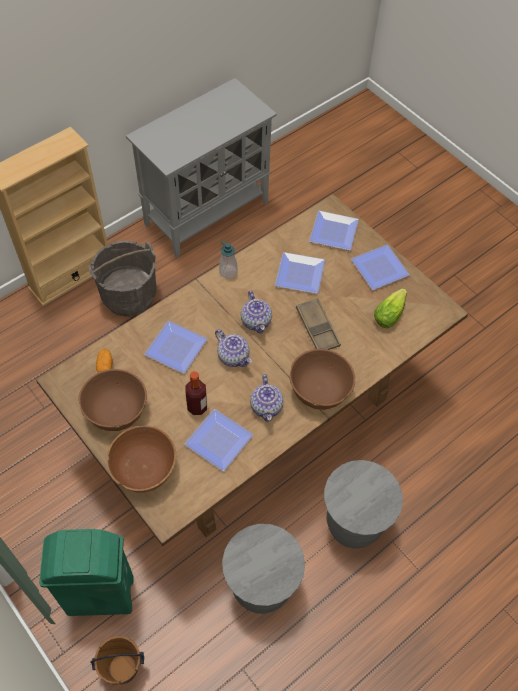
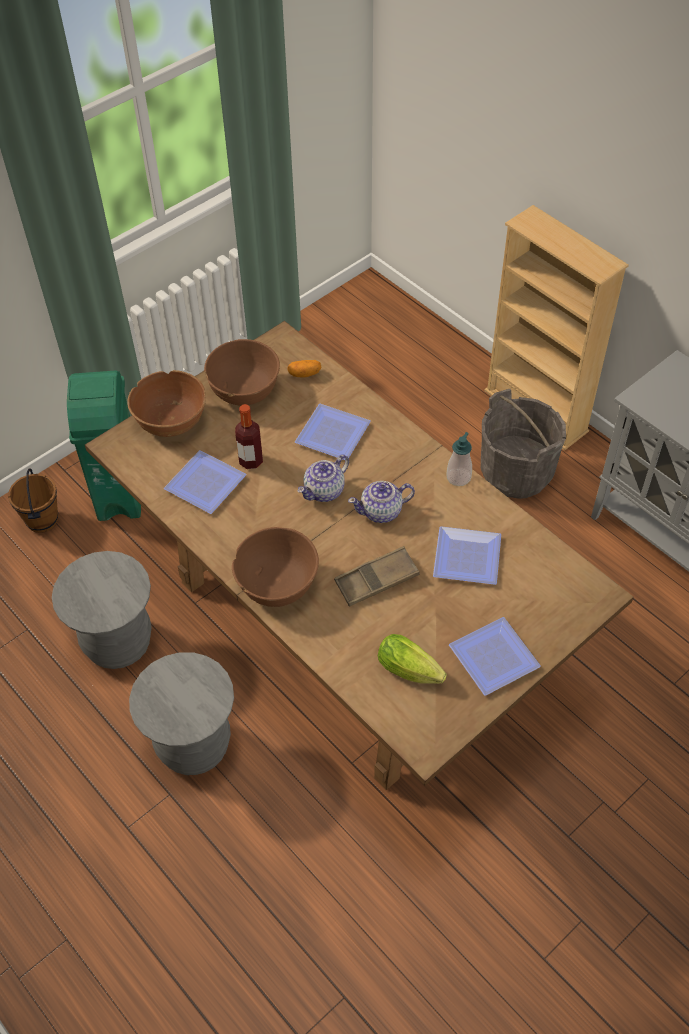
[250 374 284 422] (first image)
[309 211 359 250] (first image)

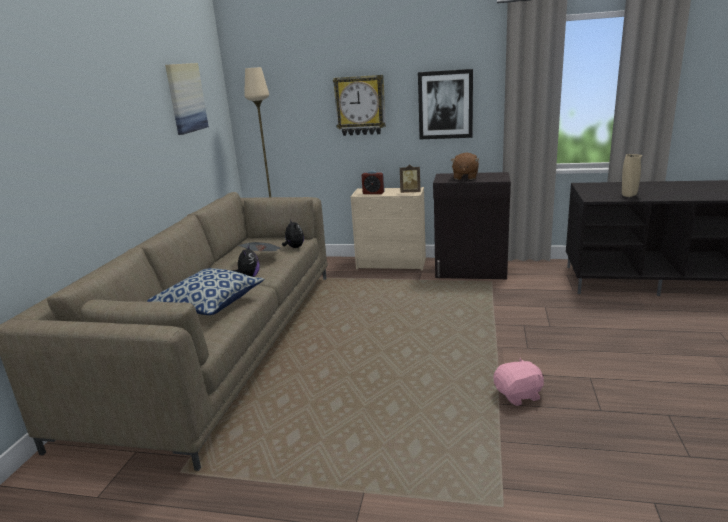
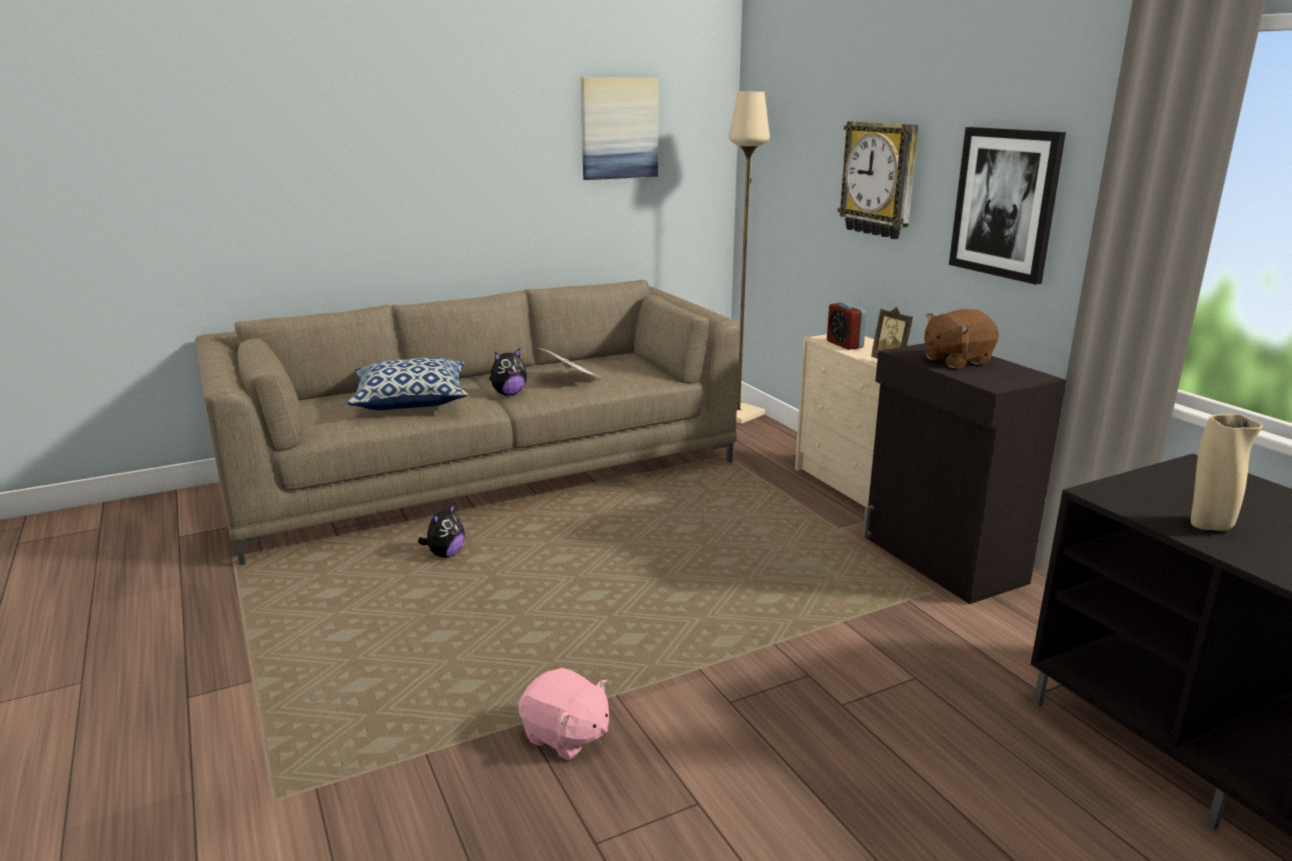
[418 503 465 557]

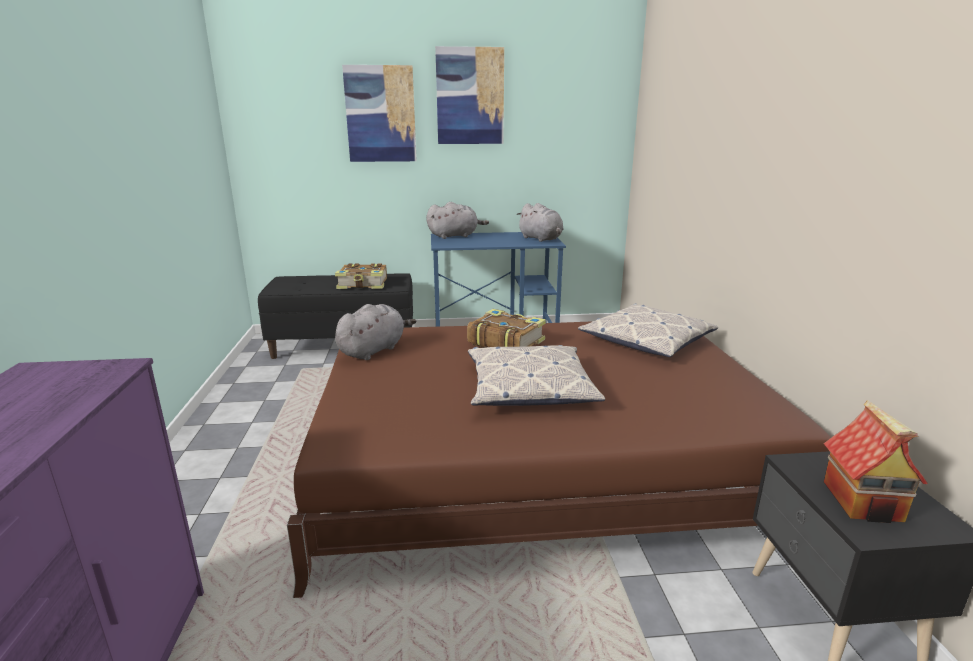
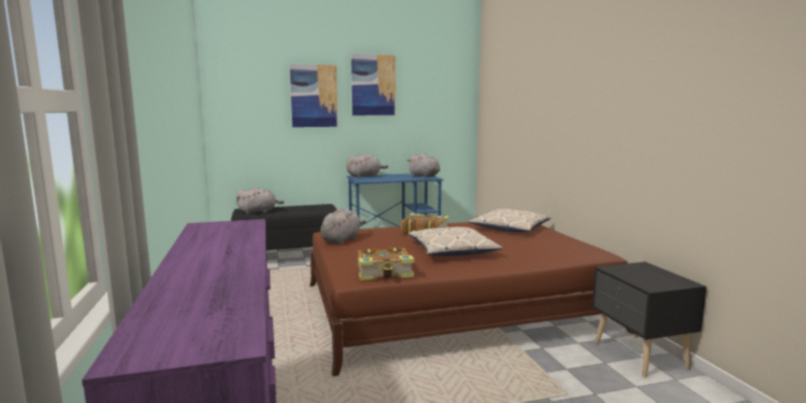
[236 187 284 214]
[357 247 414 281]
[824 400 928 523] (first image)

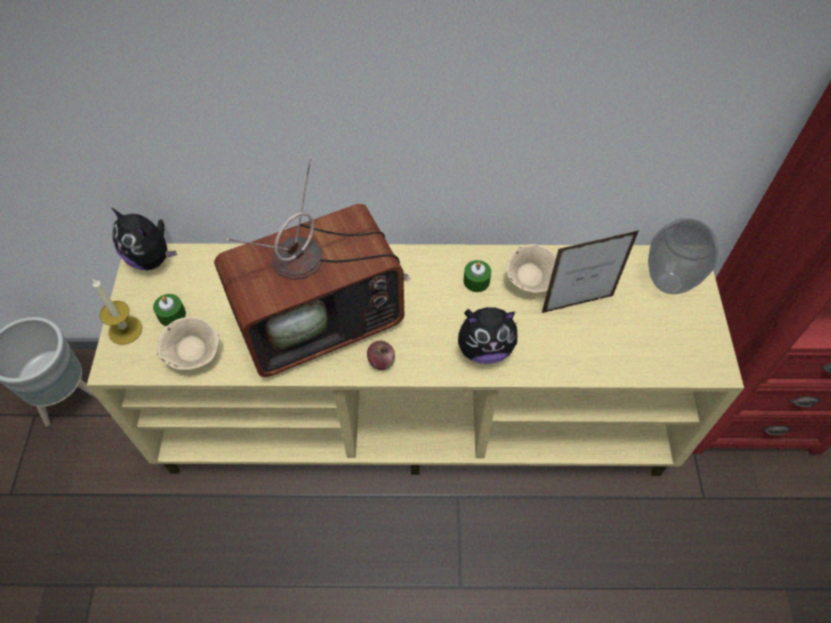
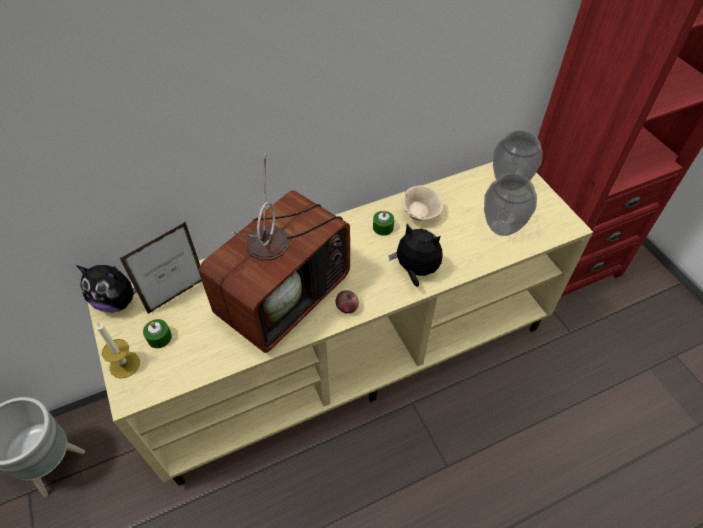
[120 222 202 314]
[389 224 443 287]
[484 174 537 236]
[157 317 220 370] (first image)

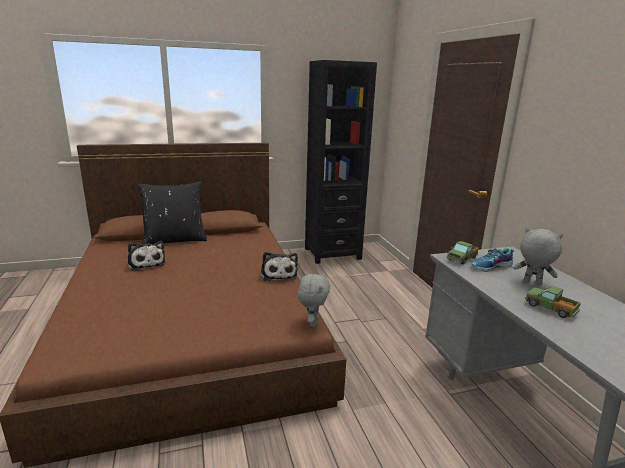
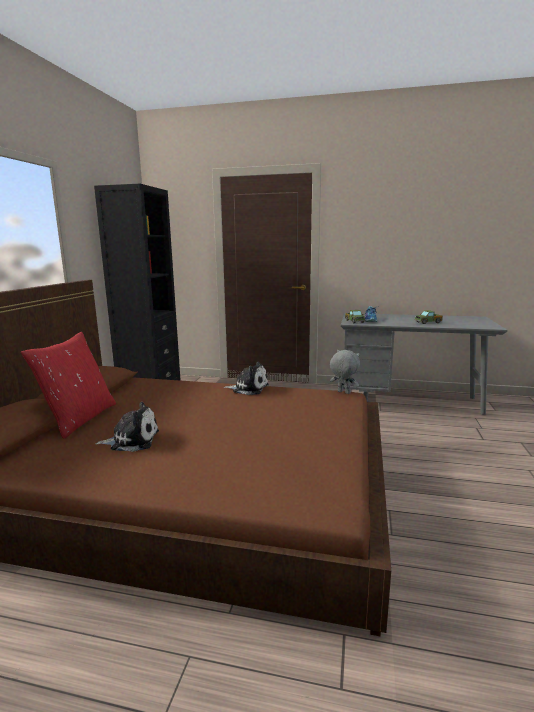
[21 332 116 439]
[513 228 563 286] (first image)

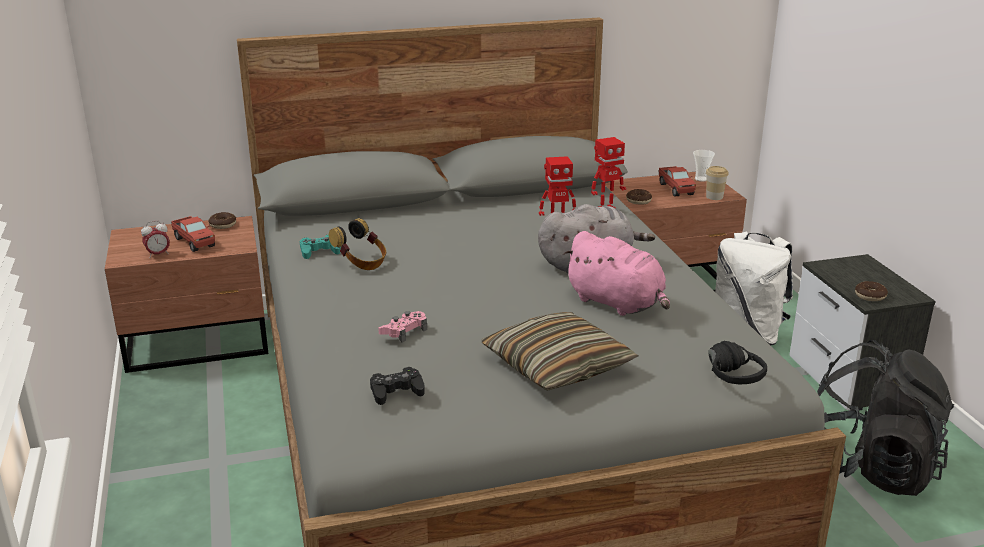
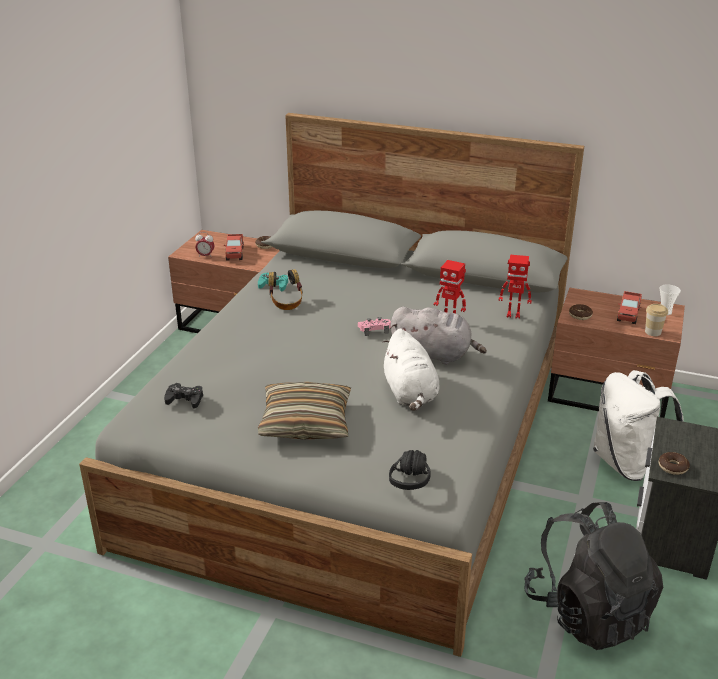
[358 317 391 336]
[382 329 439 411]

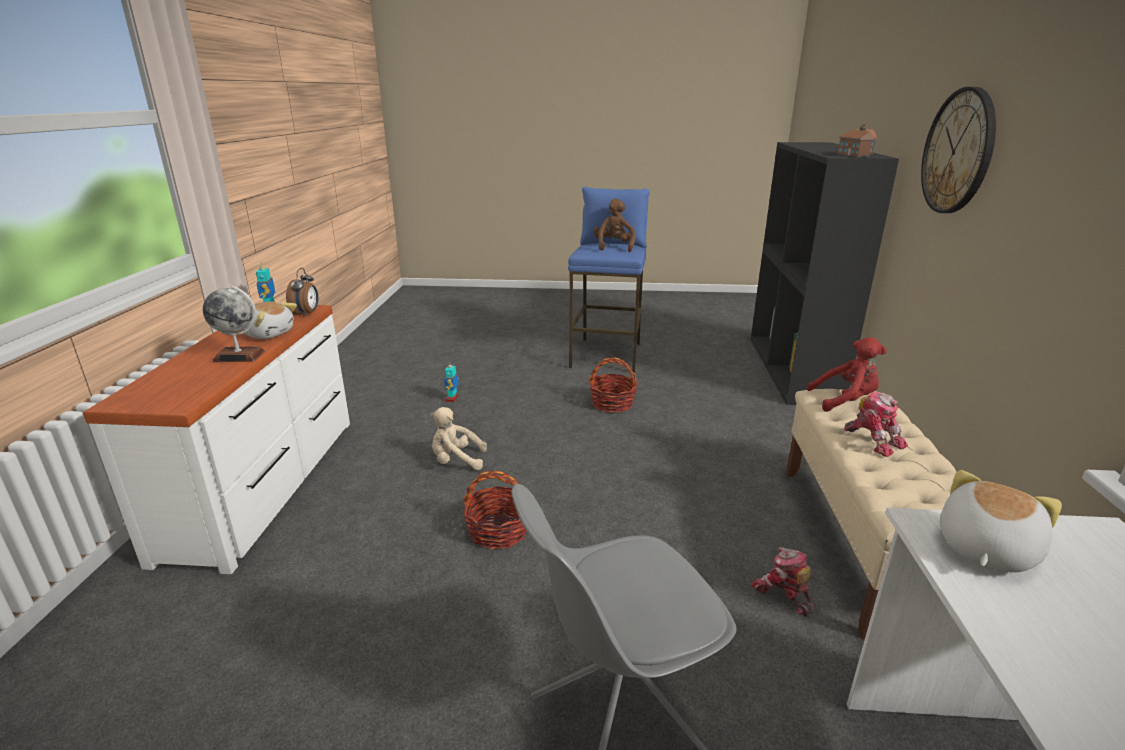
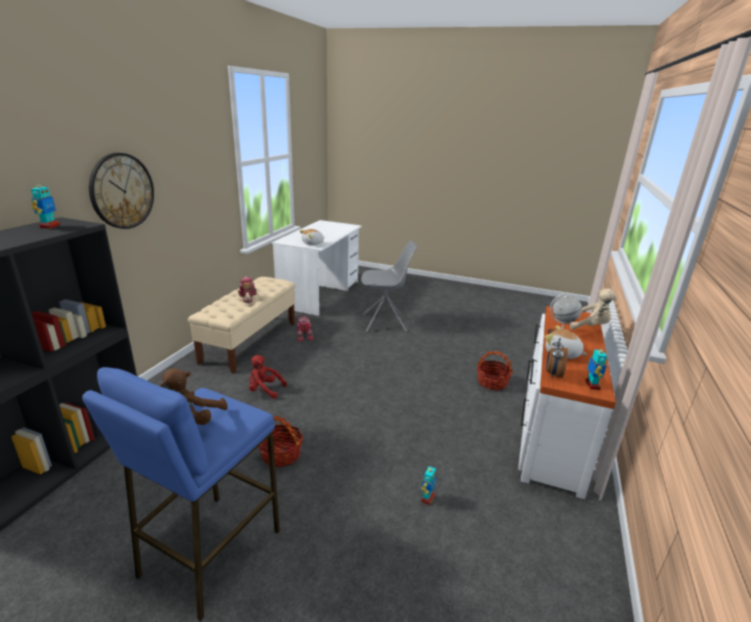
[31 180 60 229]
[249 355 287 399]
[477 351 513 391]
[570 289 617 330]

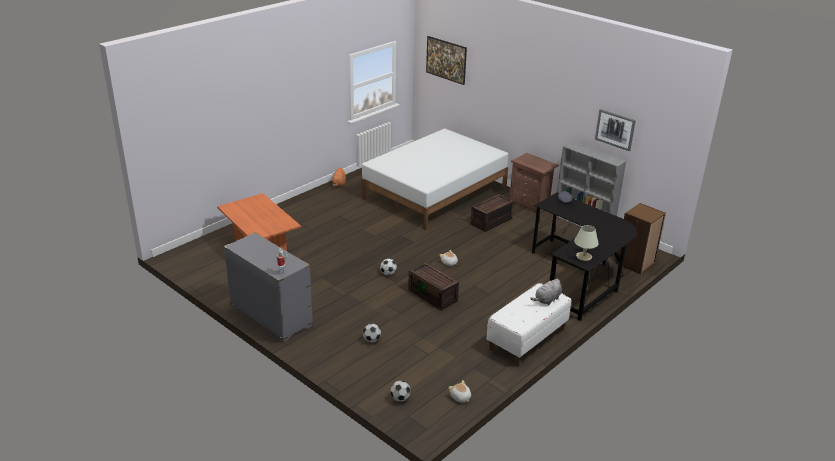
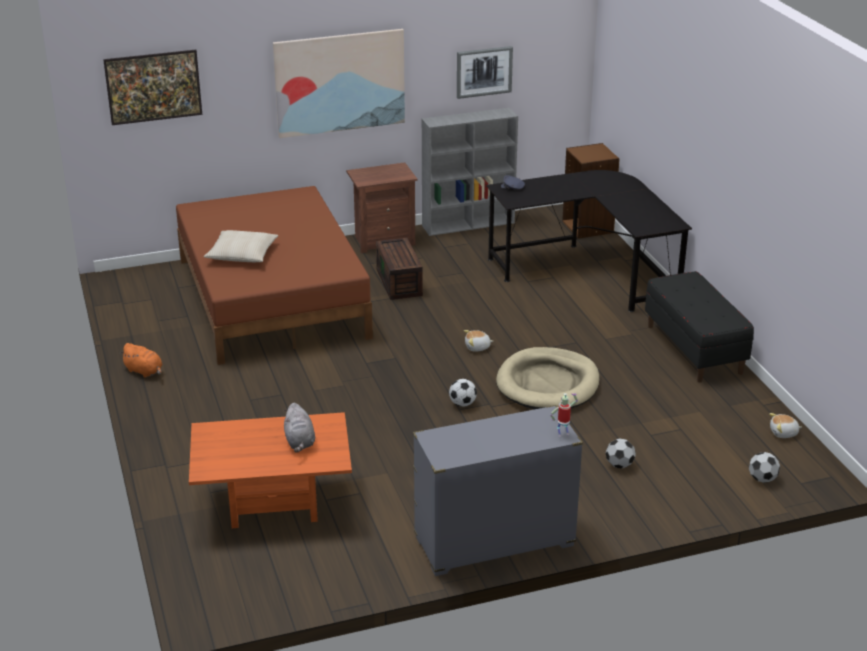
[176 186 373 365]
[204 230 278 262]
[273 29 405 138]
[284 403 315 453]
[496 347 599 409]
[645 271 754 382]
[574 225 599 261] (first image)

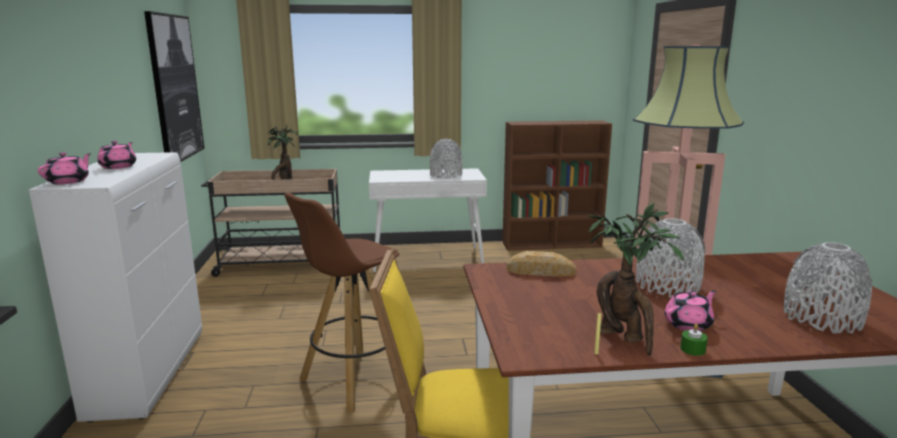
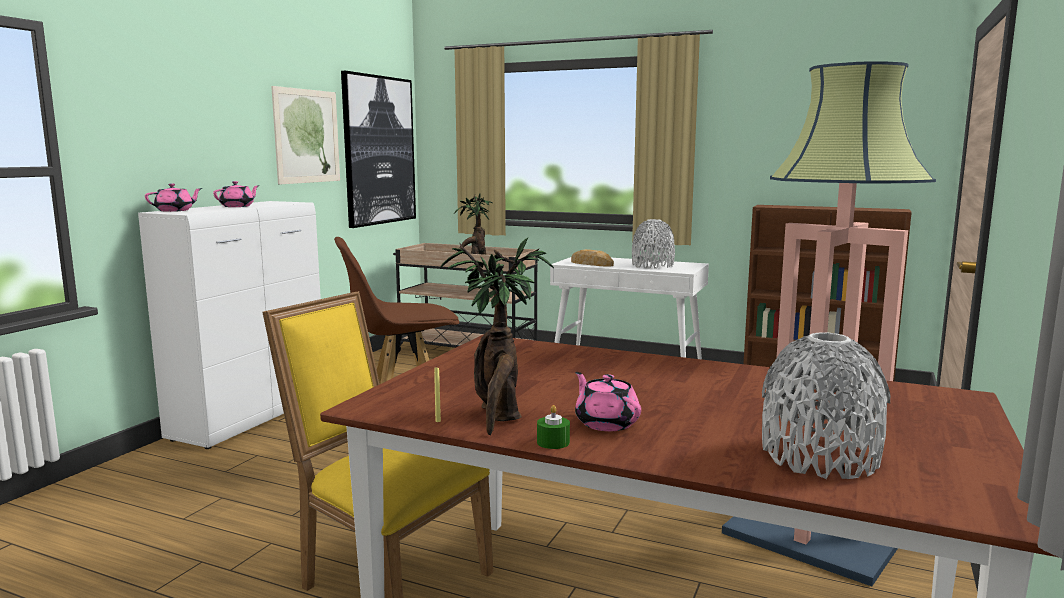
[271 86 340 185]
[571 249 614 267]
[575 372 641 431]
[636 218 705 297] (first image)

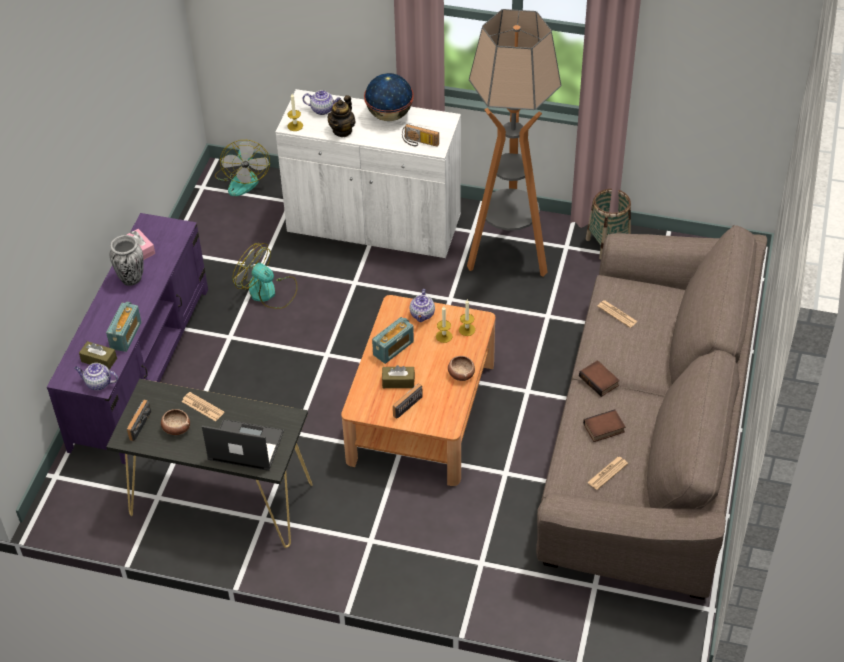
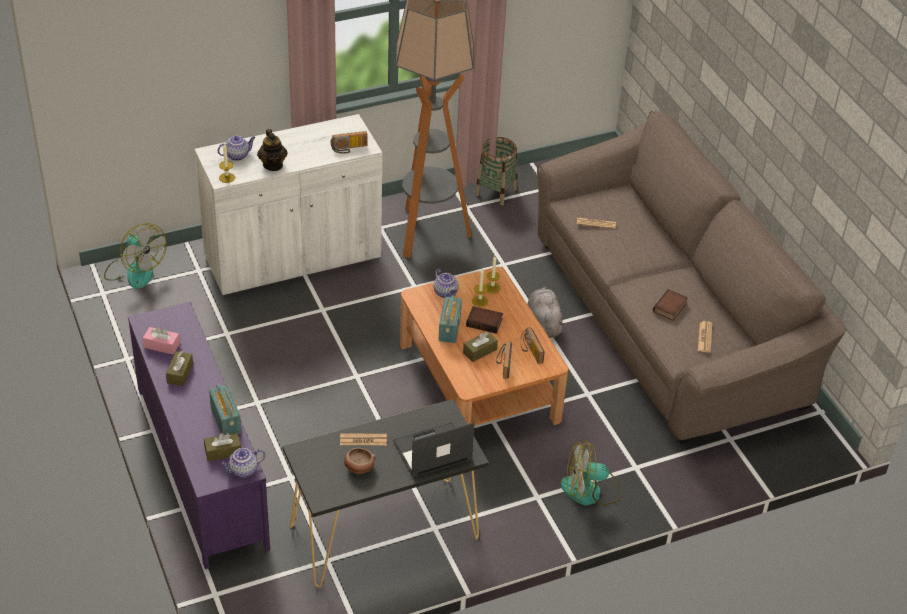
[166 351 193 386]
[466 306 503 334]
[521 327 545 364]
[527 286 564 338]
[561 440 621 506]
[364 73 414 121] (first image)
[448 356 475 381] (first image)

